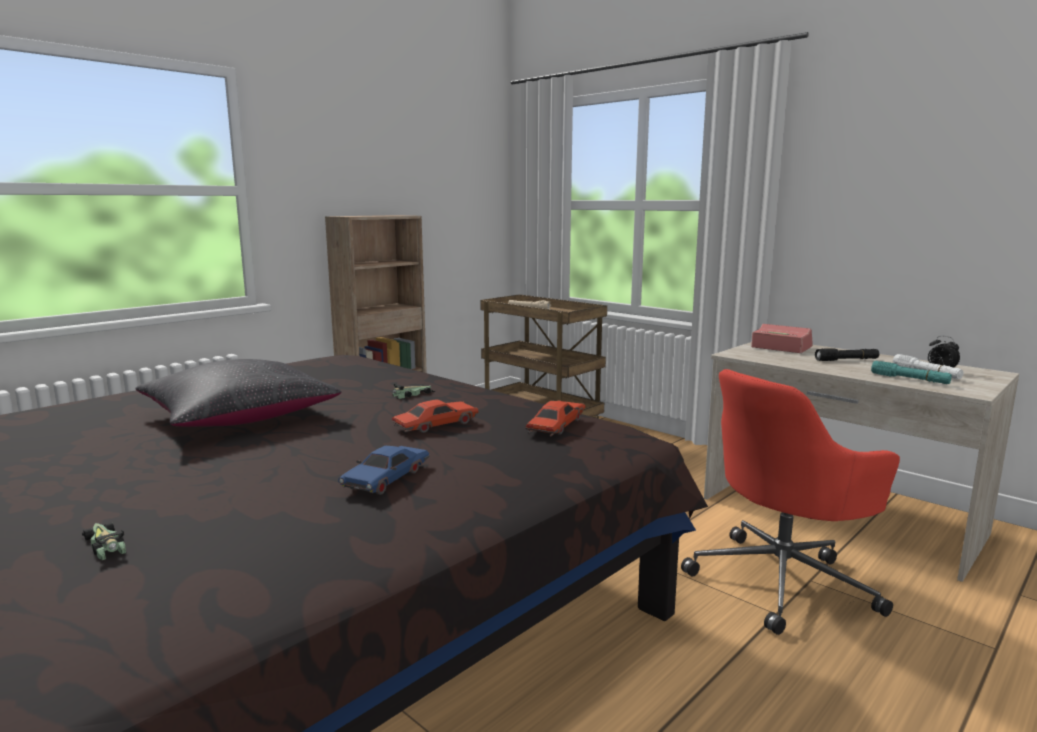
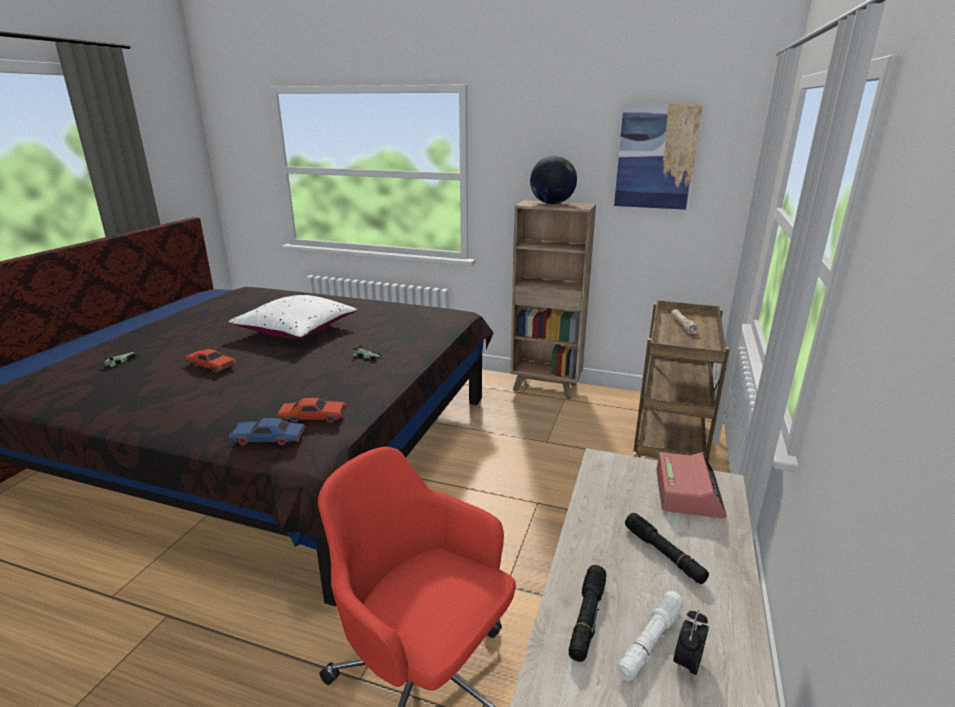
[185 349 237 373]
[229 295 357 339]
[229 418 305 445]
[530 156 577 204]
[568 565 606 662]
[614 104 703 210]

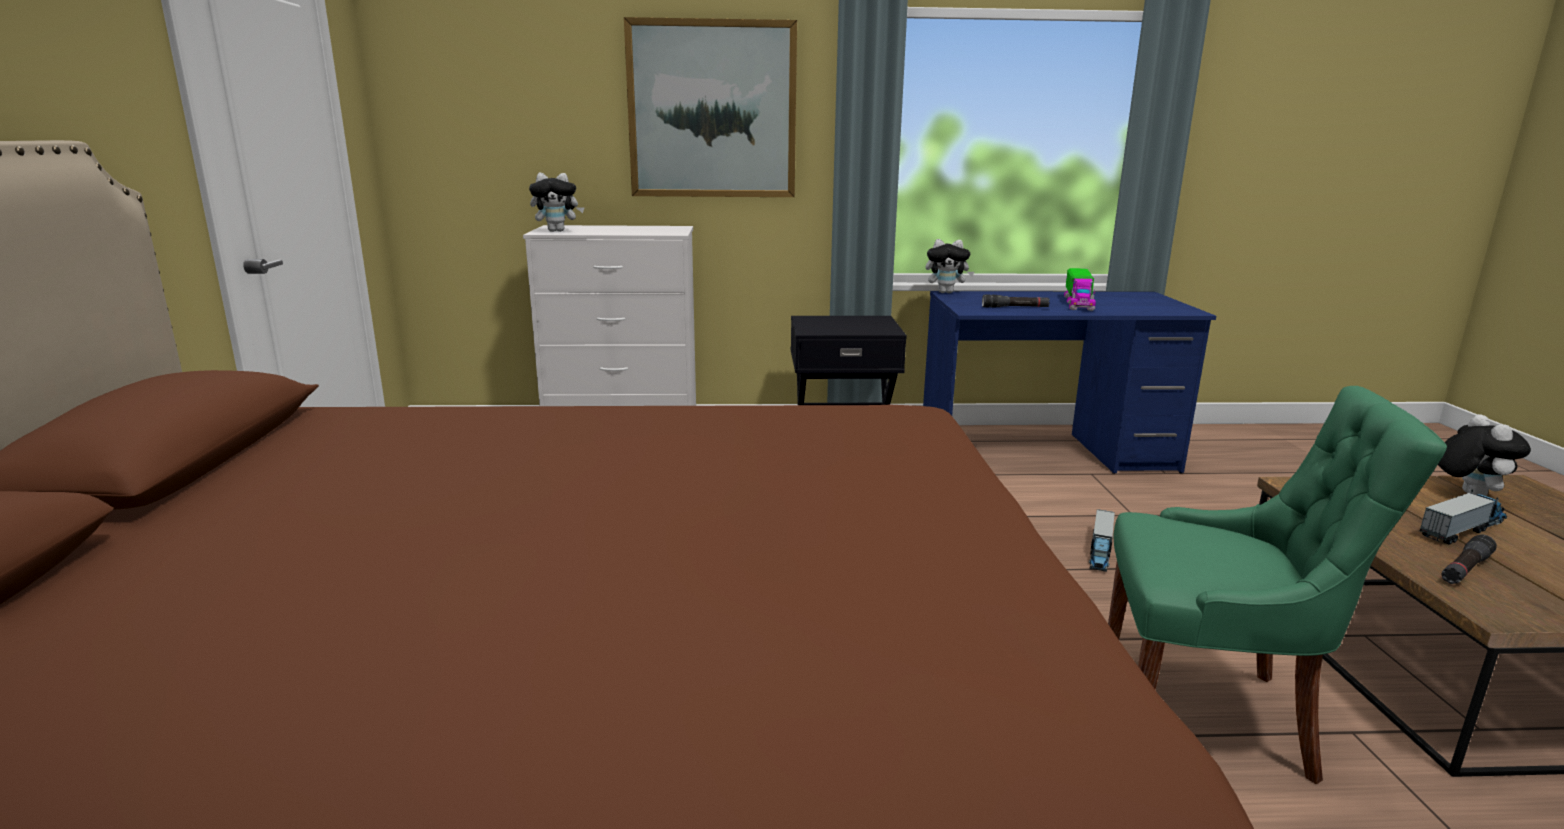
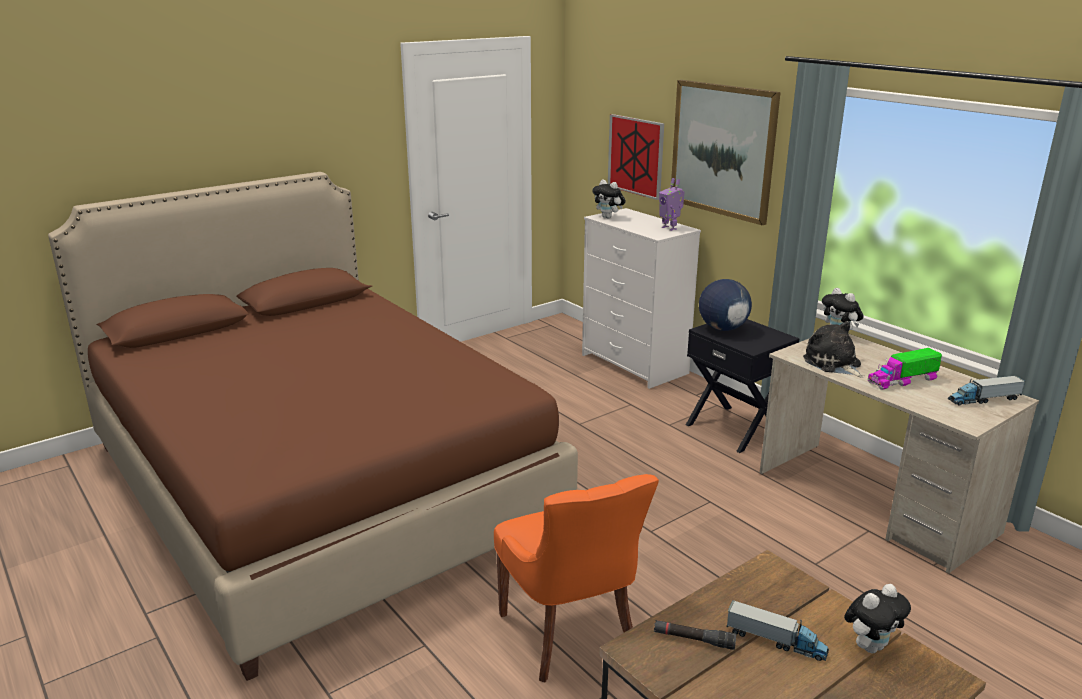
[494 474 659 683]
[608 114 664 200]
[659 178 684 231]
[699 279 752 331]
[760 333 1039 573]
[803 321 865 377]
[948 376 1026 406]

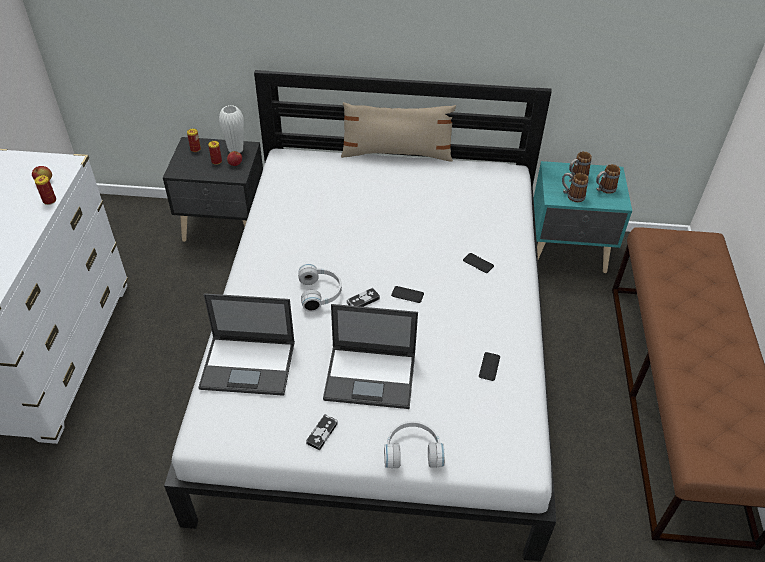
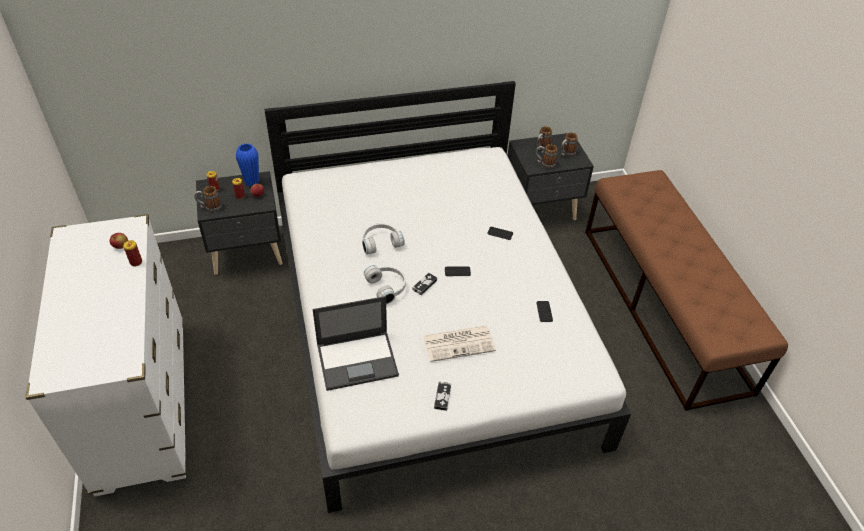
[194 186 222 212]
[236 143 259 187]
[362 223 405 254]
[423 326 496 362]
[507 133 594 220]
[341 102 456 162] (first image)

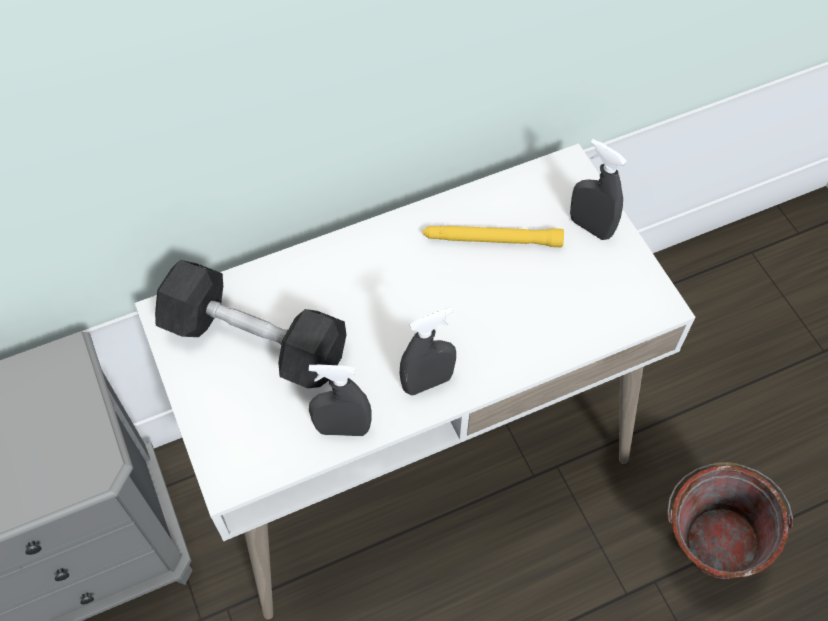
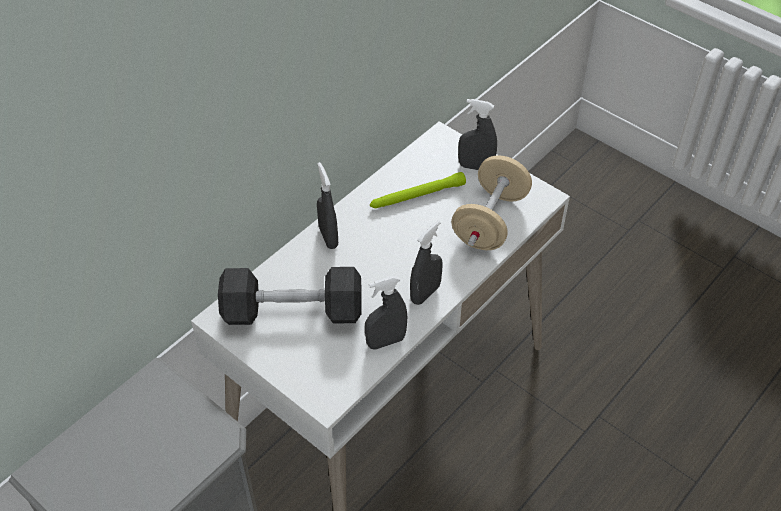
[317 162 338 249]
[370 172 466 208]
[451 155 532 250]
[667 462 793 579] (first image)

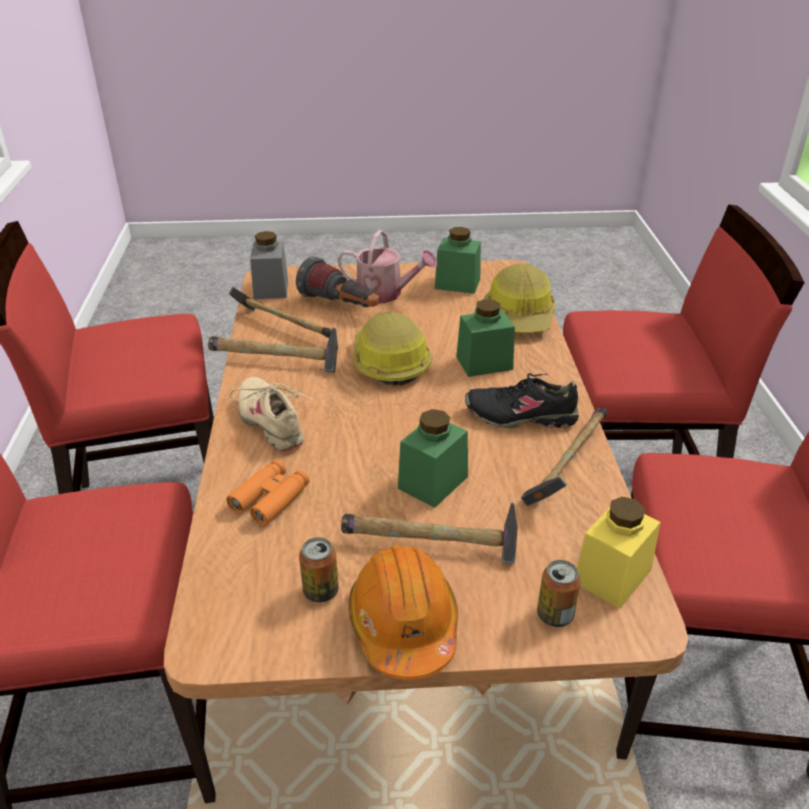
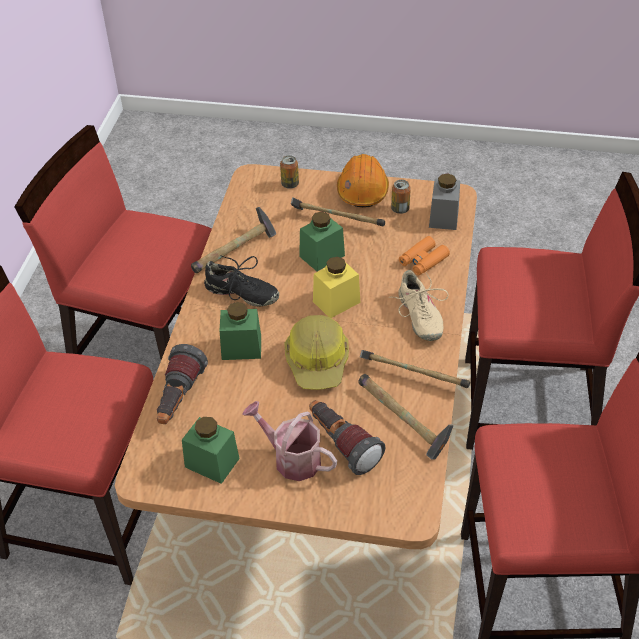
[157 344 208 424]
[313 257 361 318]
[429 173 460 230]

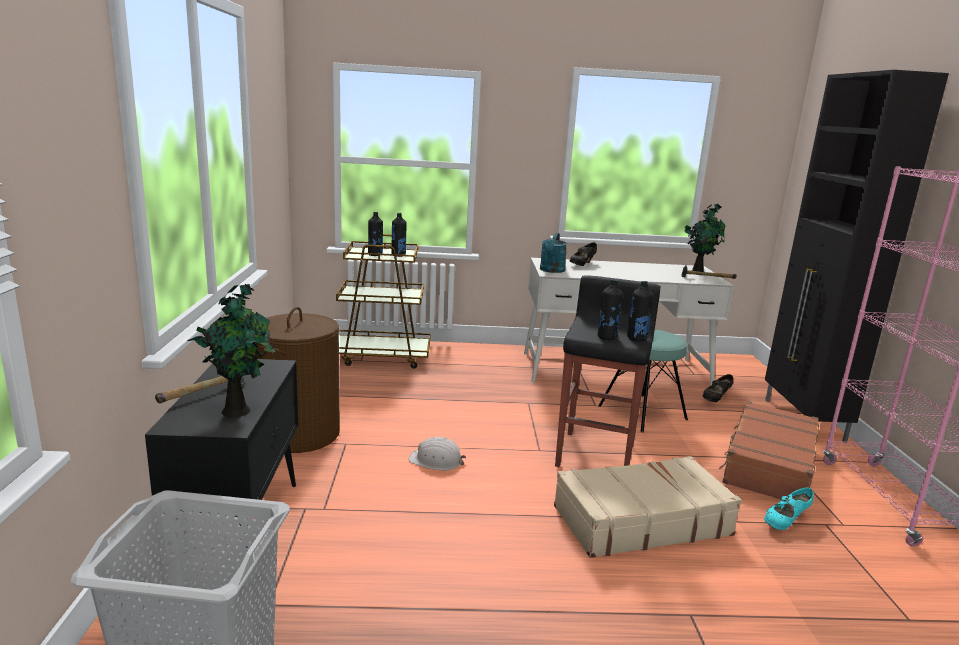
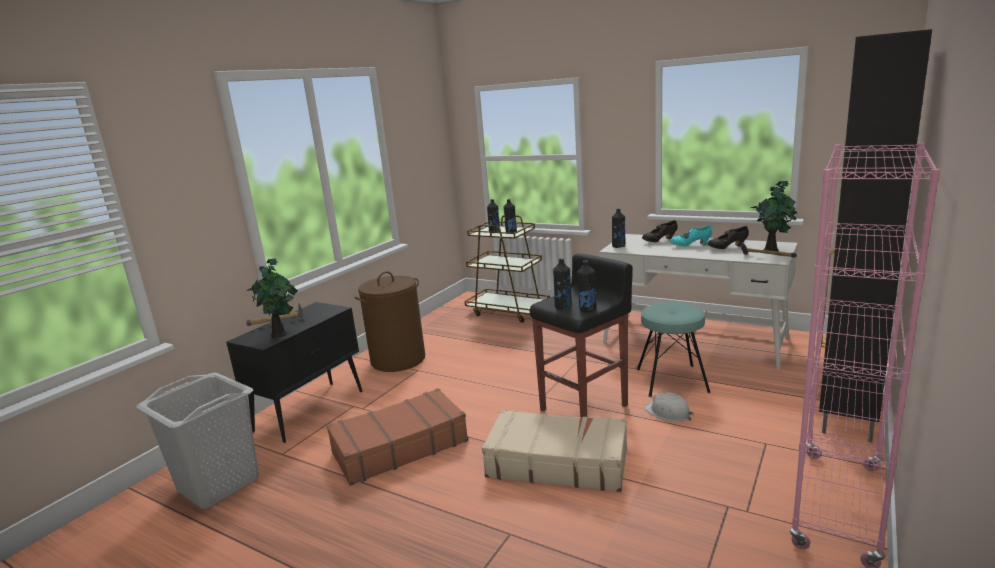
[327 388 469 486]
[612 208 625 248]
[644 392 694 422]
[670 225 712 247]
[708 226 749 249]

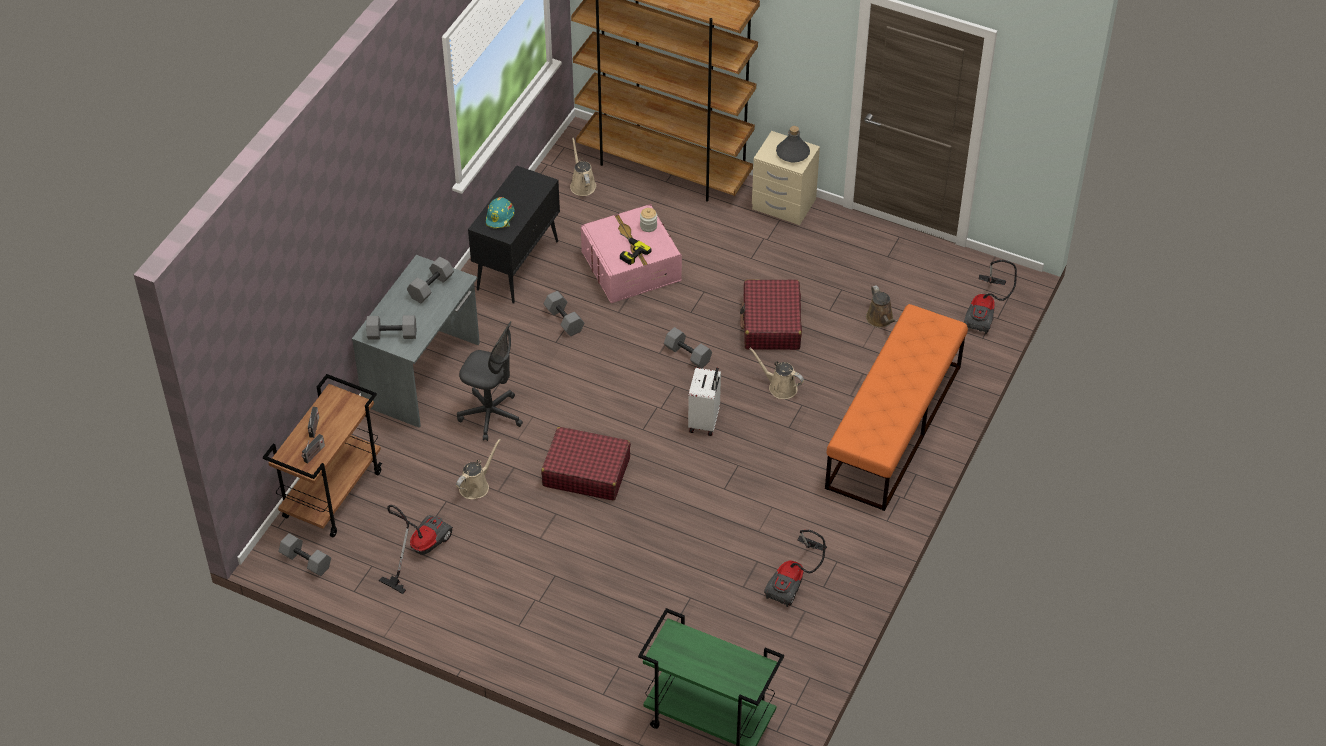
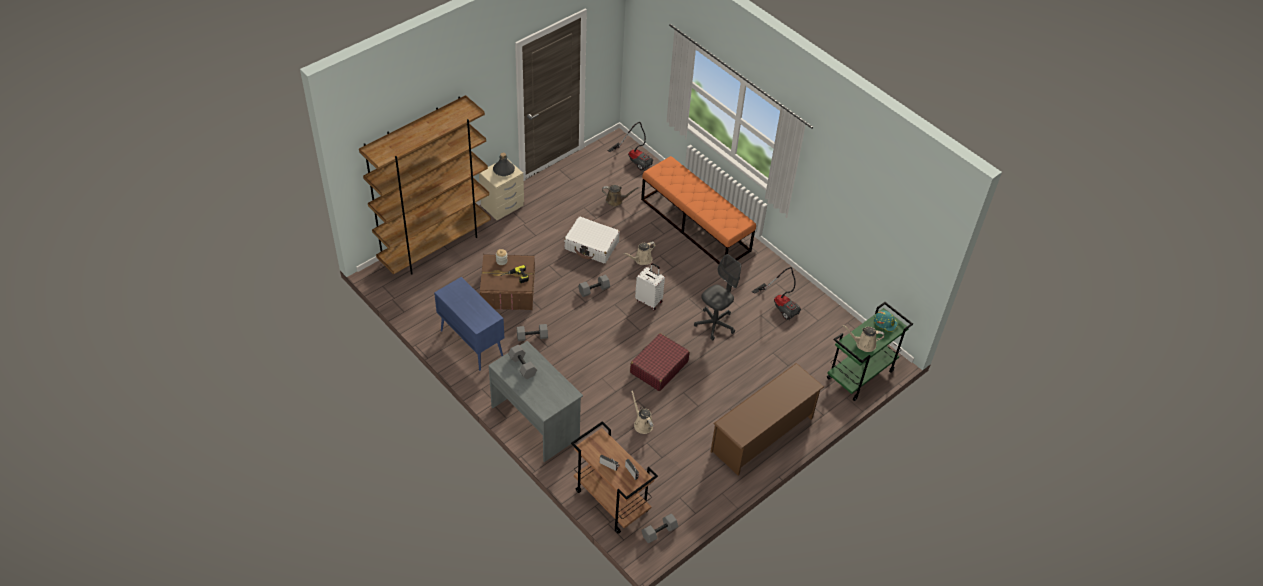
[434 277 504 371]
[480 254 535 310]
[564 216 620 264]
[694 254 741 340]
[711 363 824 475]
[842 325 884 352]
[874 310 898 332]
[366 315 416 340] (first image)
[378 505 453 594] (first image)

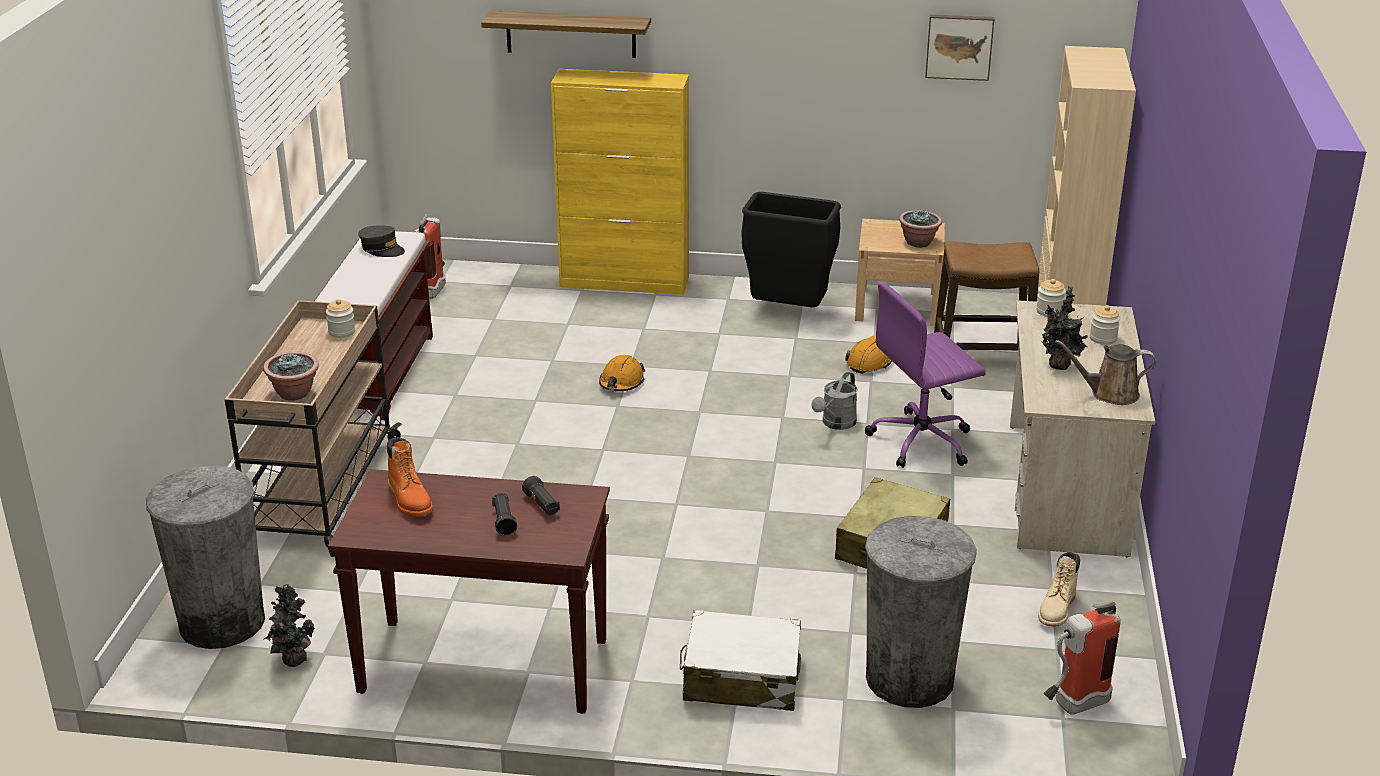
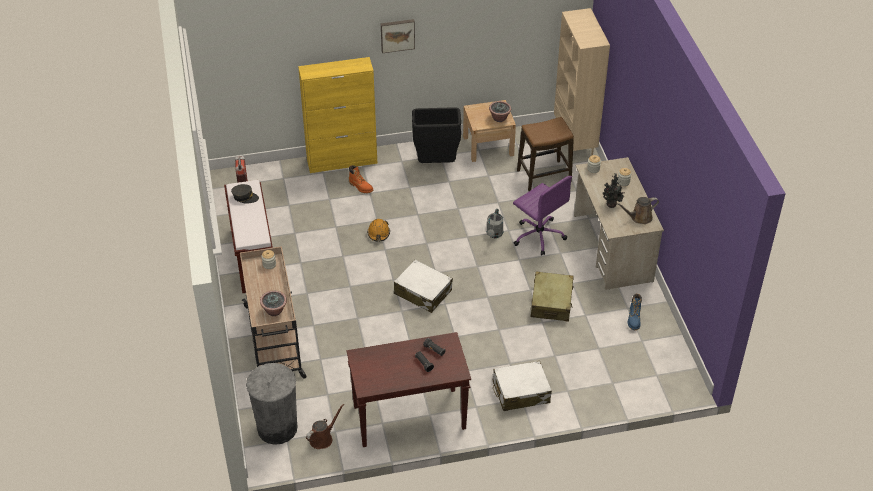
[306 404 344 449]
[349 165 373 193]
[381 19 415 53]
[394 260 453 313]
[513 176 572 255]
[628 294 642 330]
[481 11 651 58] (first image)
[845 336 892 374] (first image)
[865 516 977 708] (first image)
[1043 601 1121 715] (first image)

